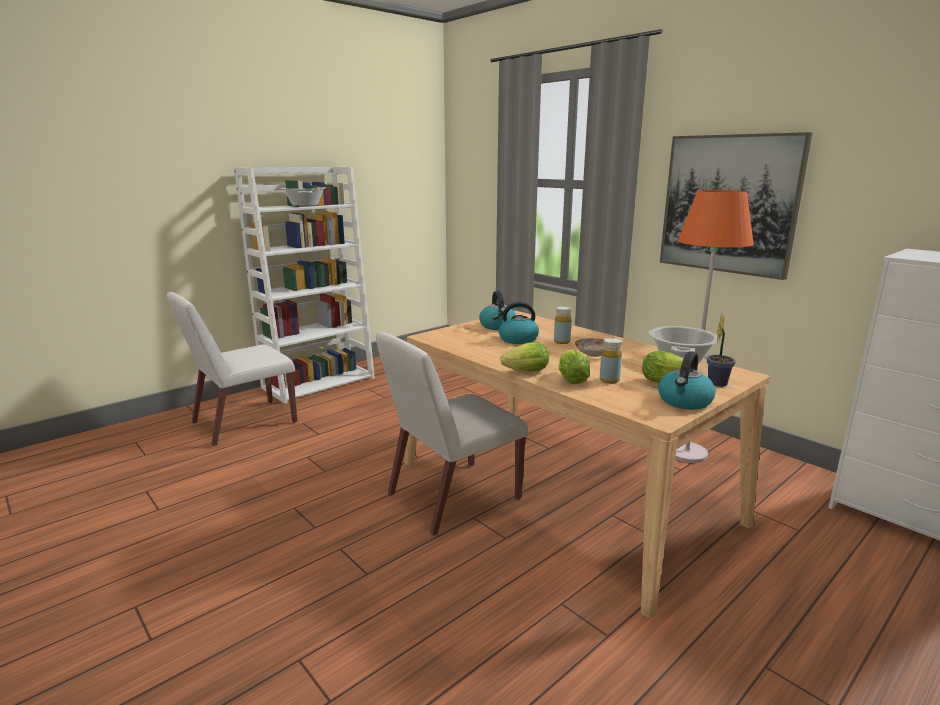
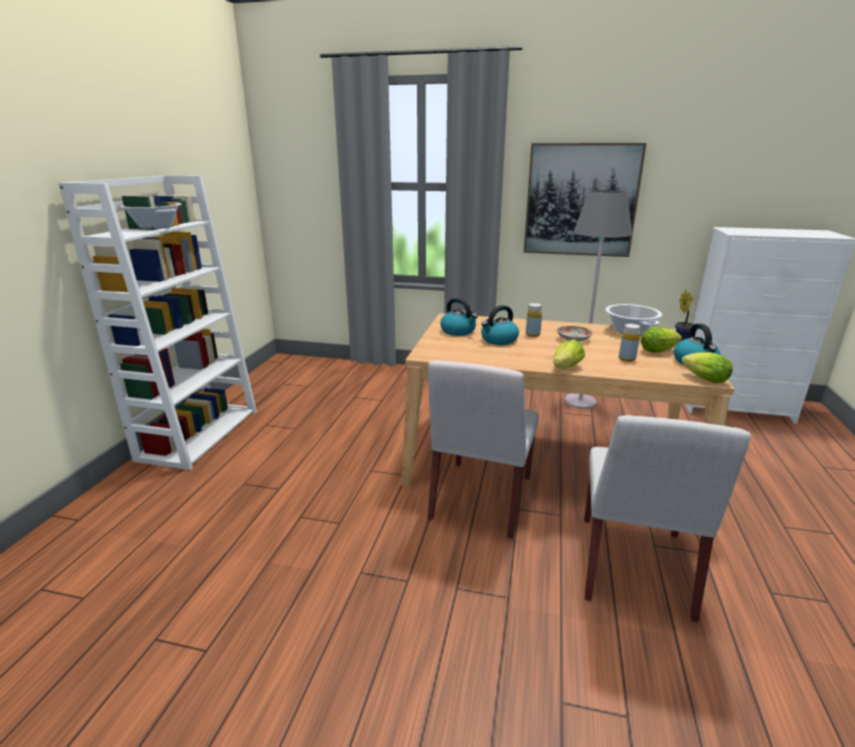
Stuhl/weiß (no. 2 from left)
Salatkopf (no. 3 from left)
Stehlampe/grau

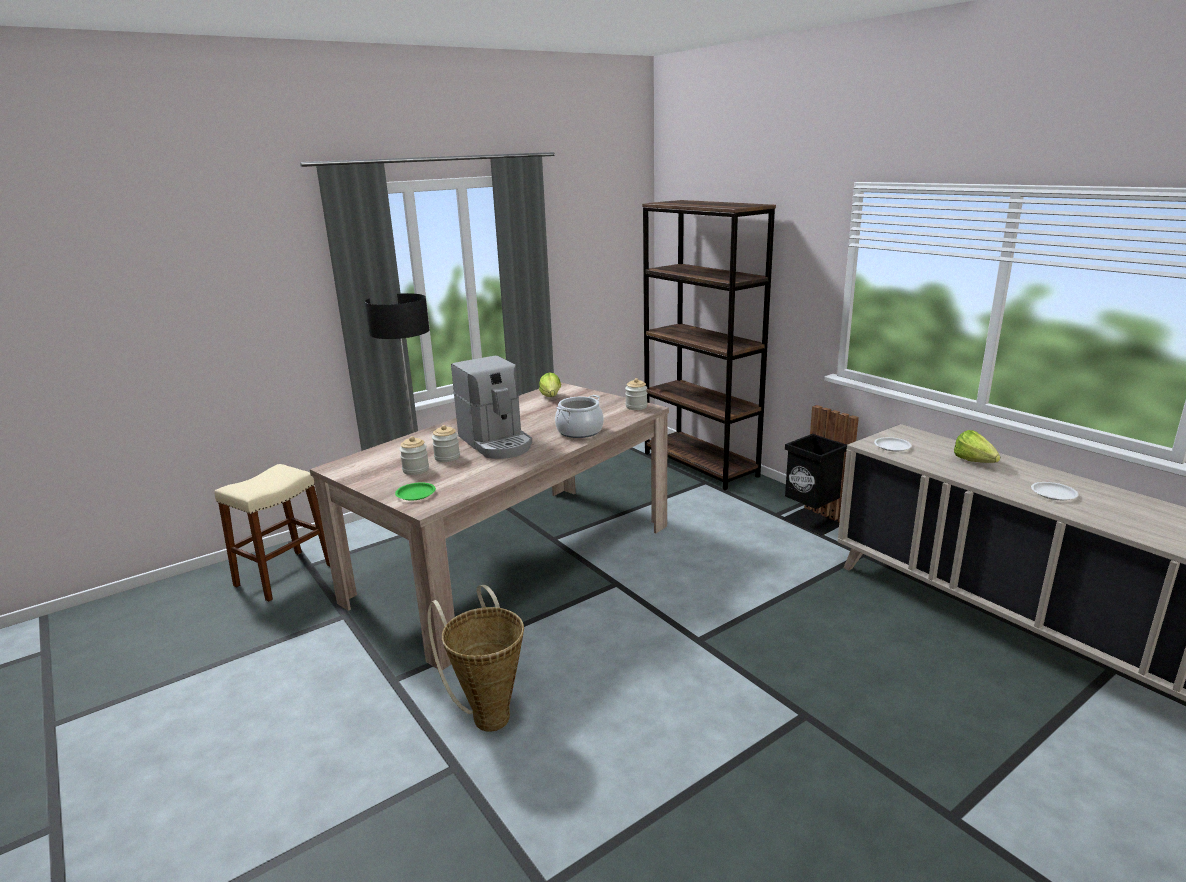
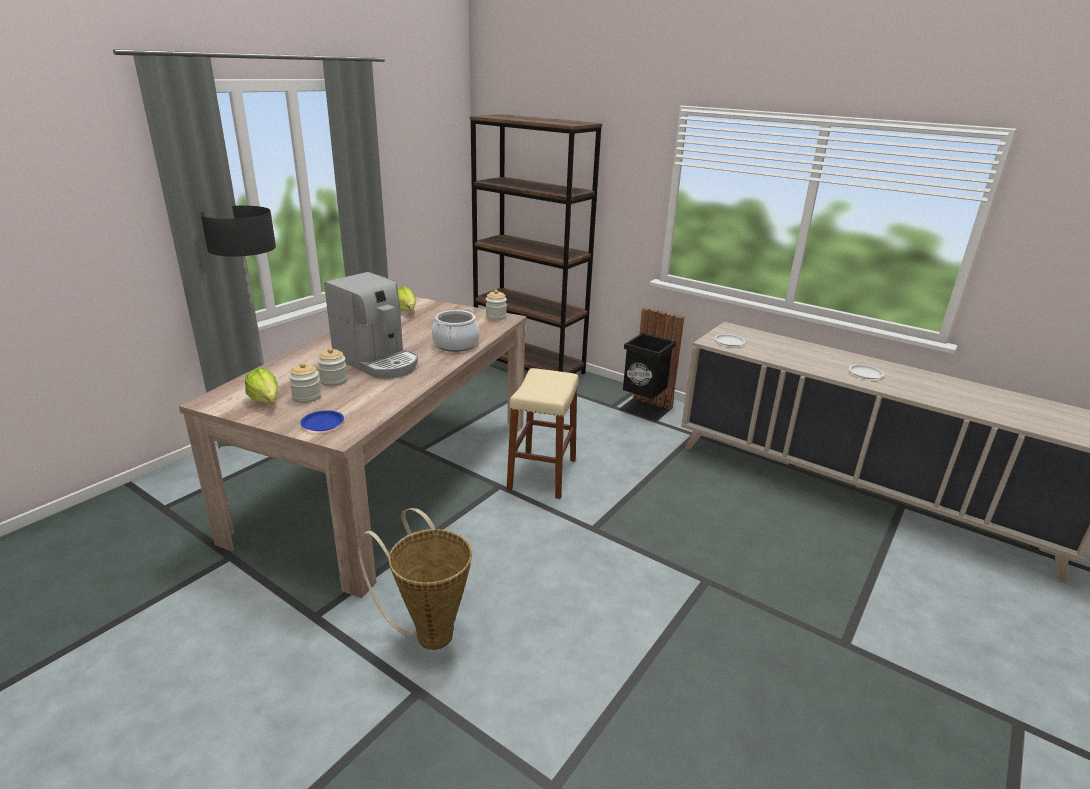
Hocker/beige
Salatkopf (no. 1 from left)
Teller/blau

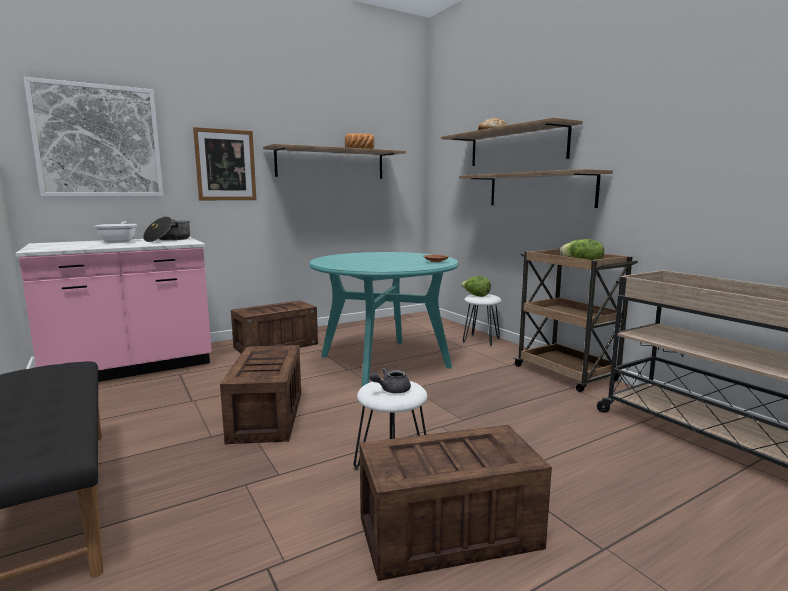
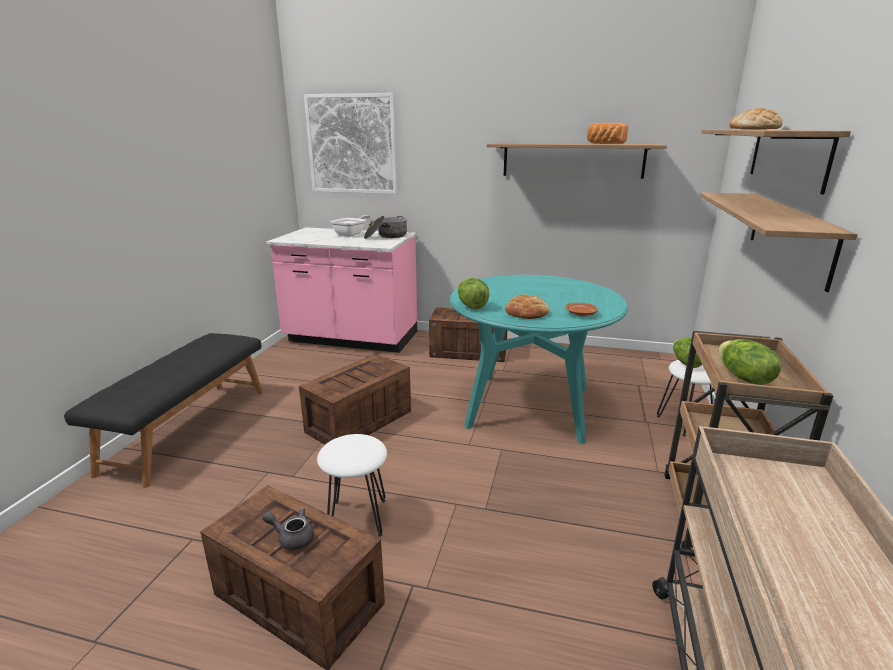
Bild (no. 2 from left in the first image)
Salatkopf (no. 1 from left)
Brot (no. 1 from left)
Teekanne/grau

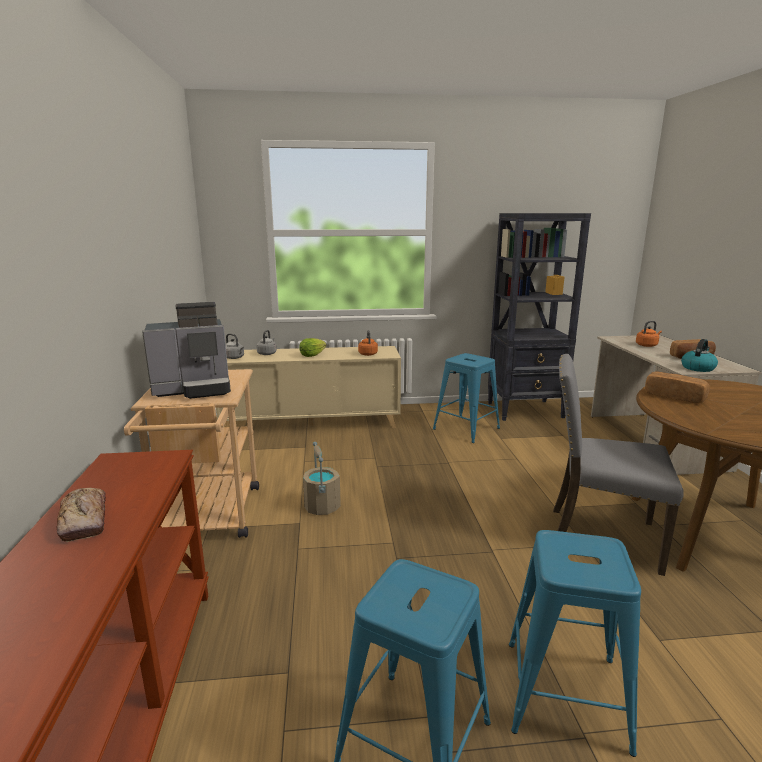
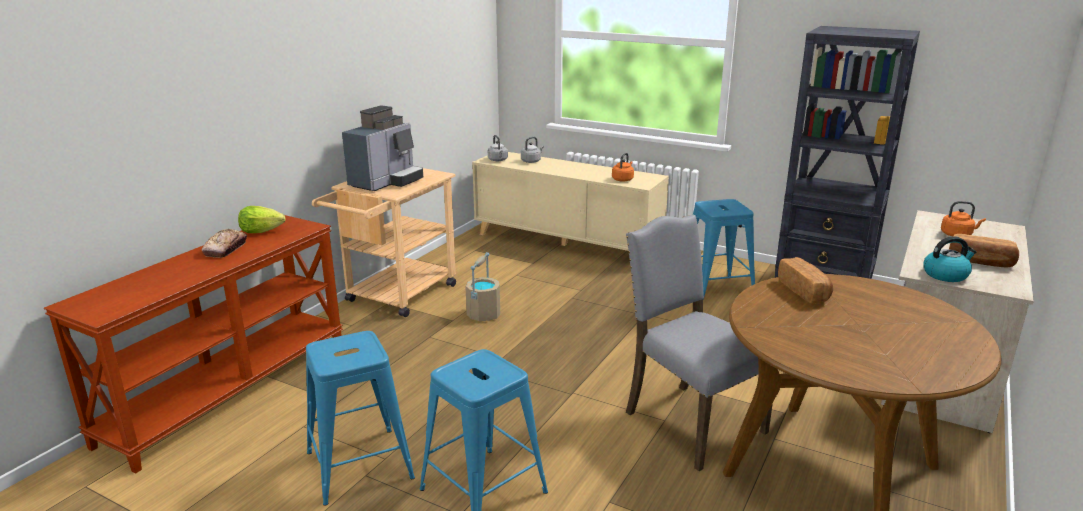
Salatkopf
Kaffeemaschine

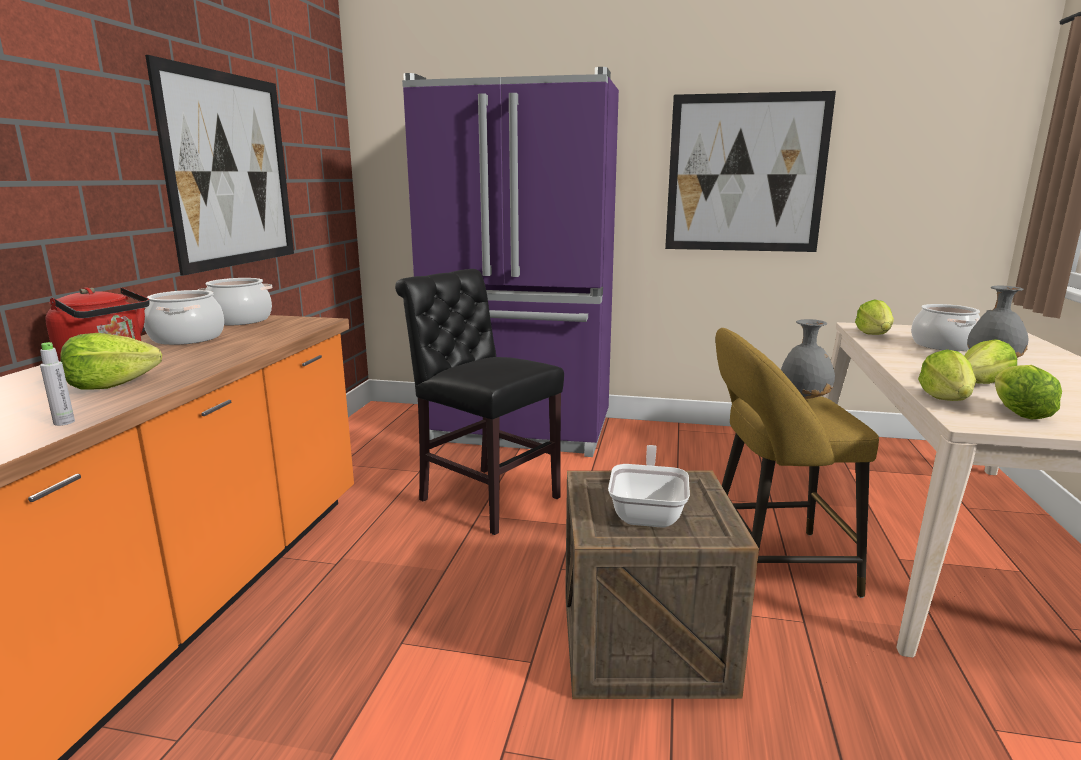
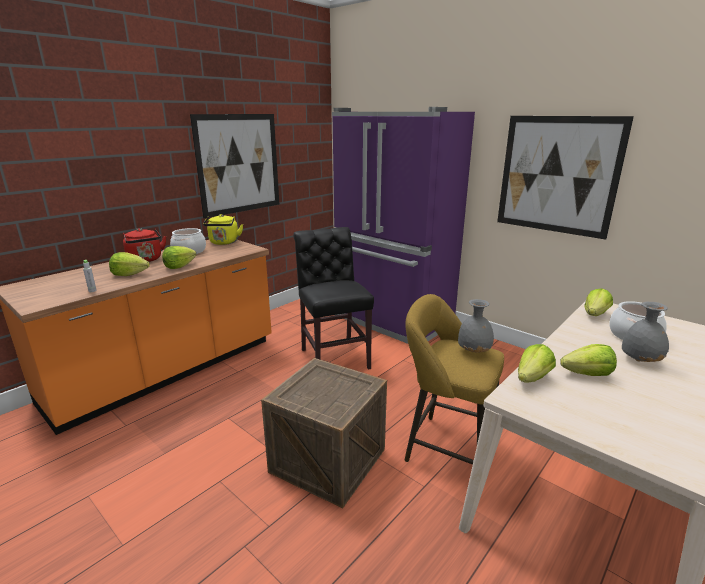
Pfanne
Salatkopf (no. 2 from left)
Wasserkessel/gelb

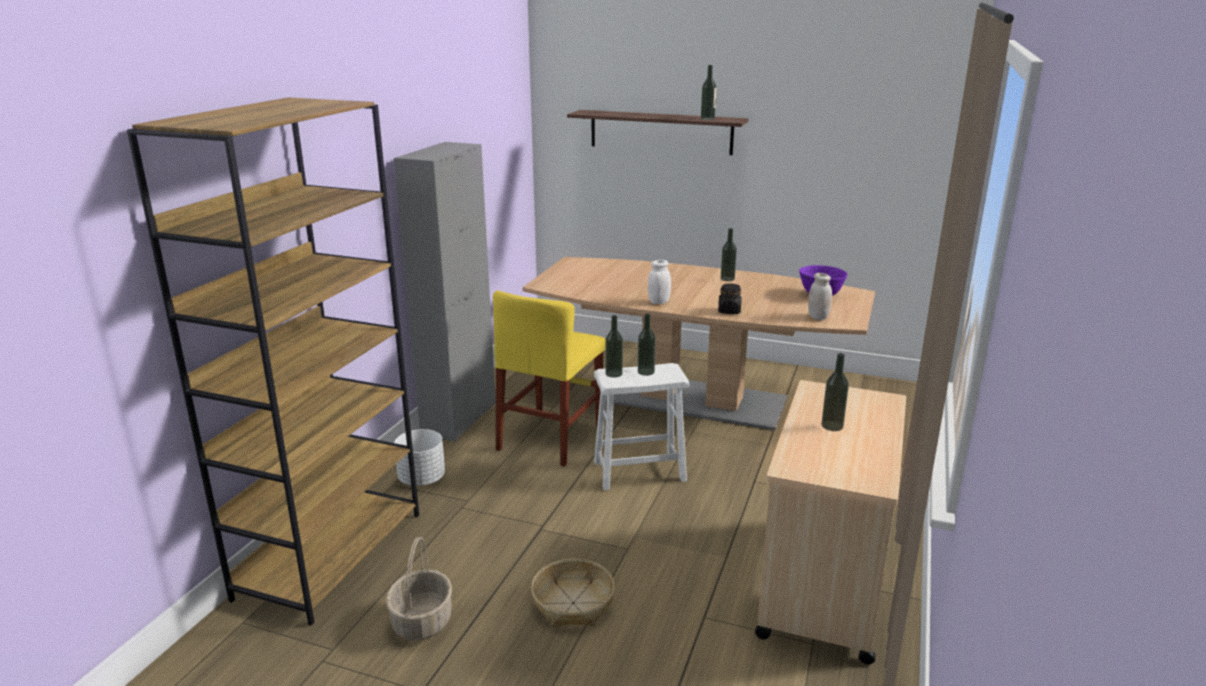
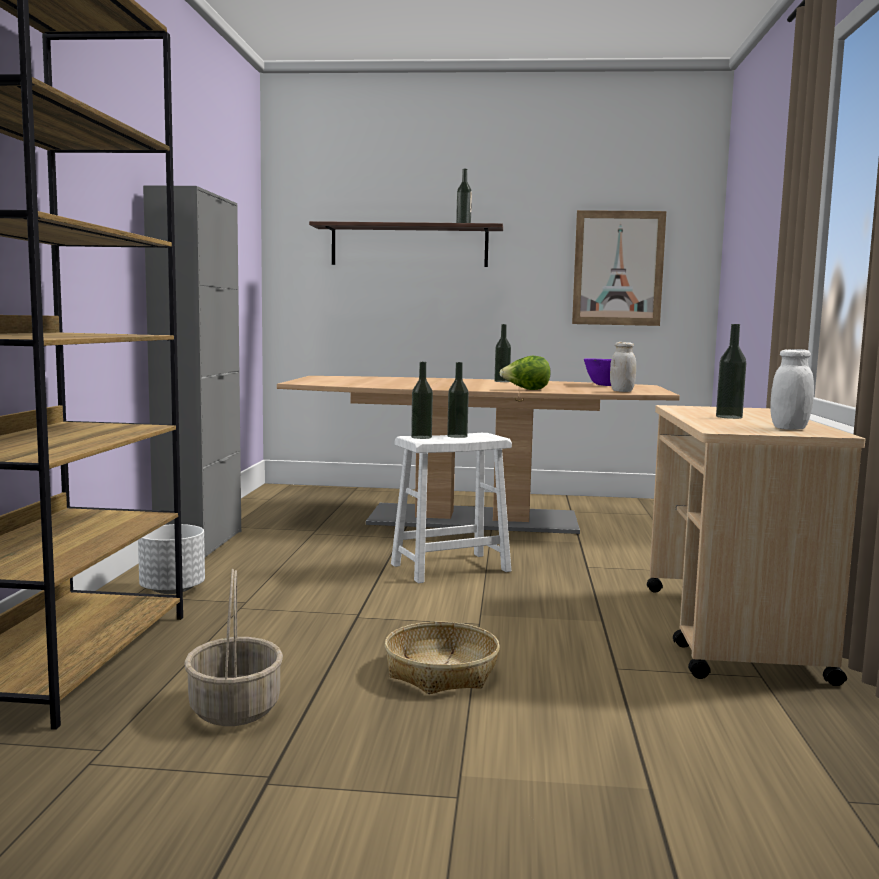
Stuhl/gelb
Bild
Vorratsglas/weiß (no. 2 from left)
Salatkopf

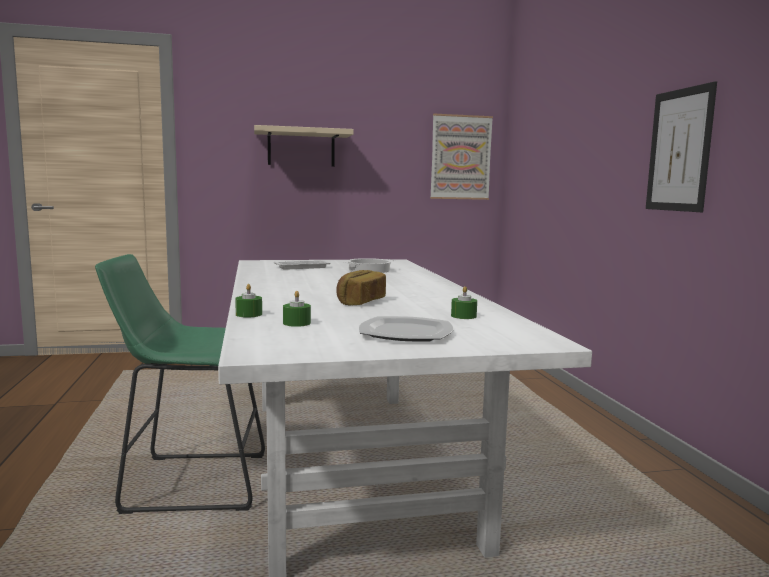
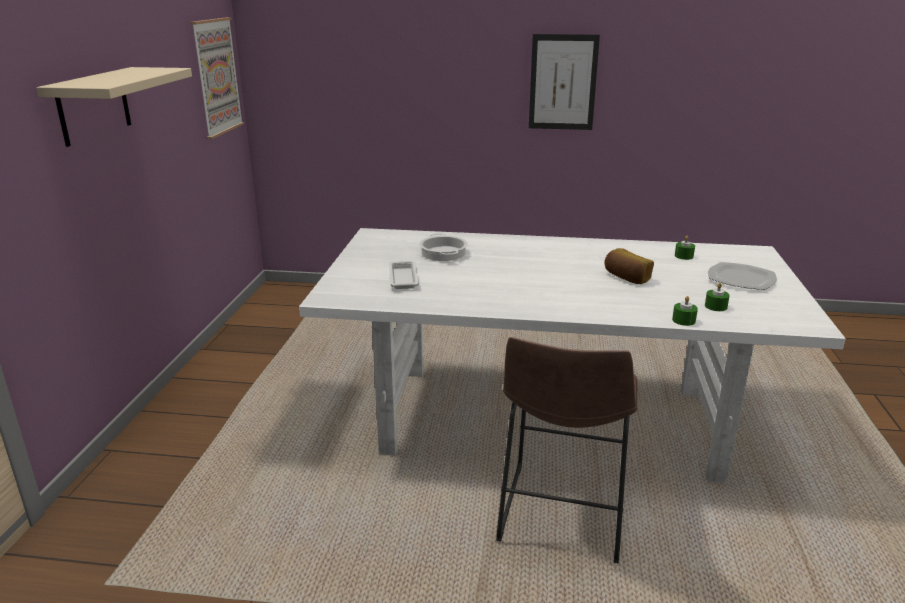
Hocker/braun

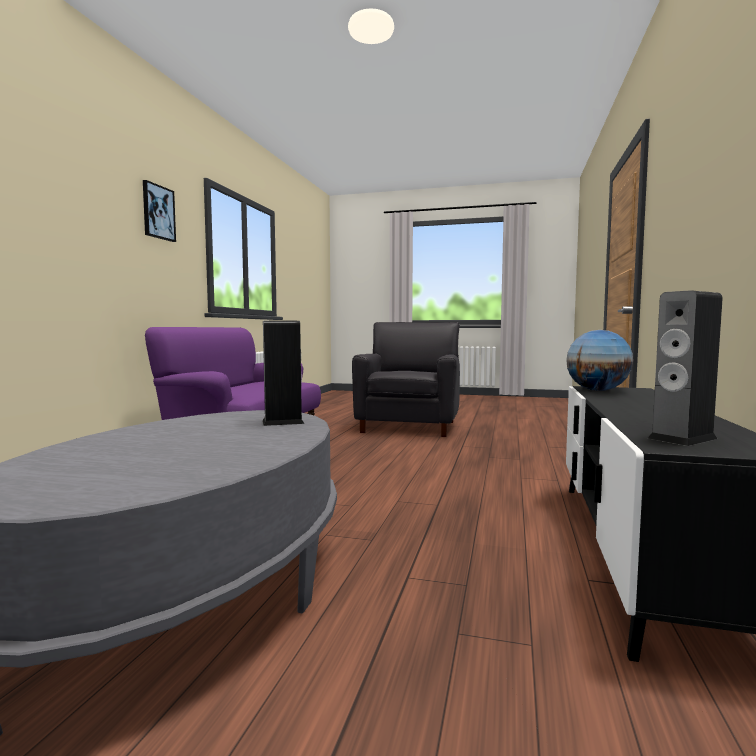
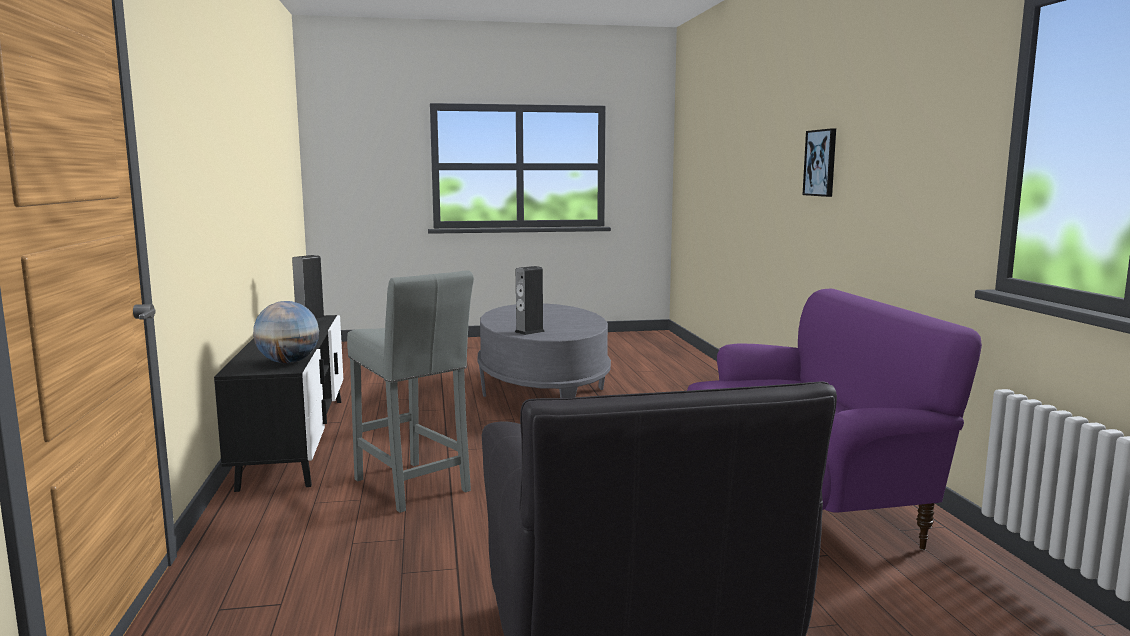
Hocker/grau
Bild

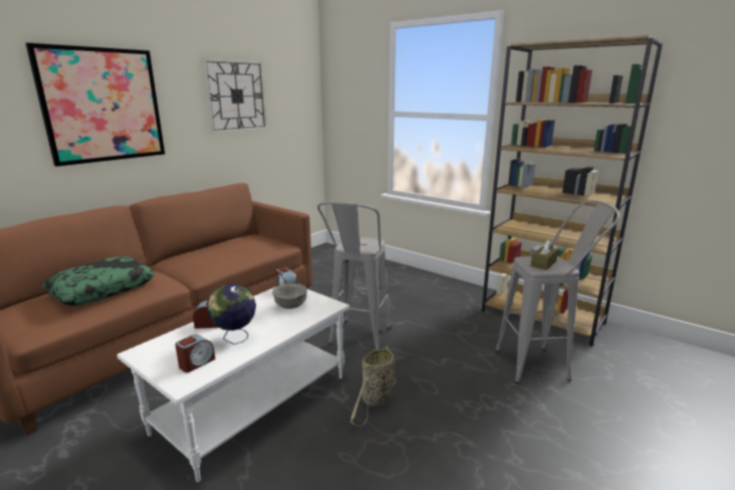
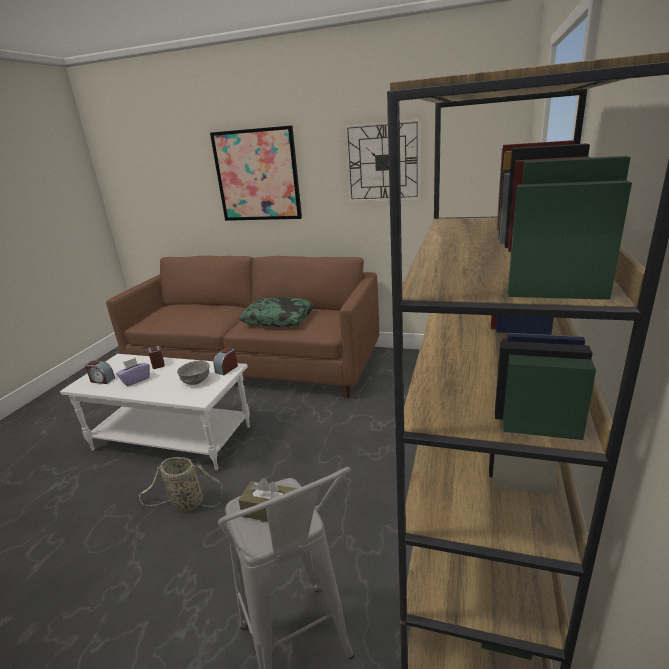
Hocker/grau (no. 1 from left in the first image)
Kissen
Taschentuchbox/lila

